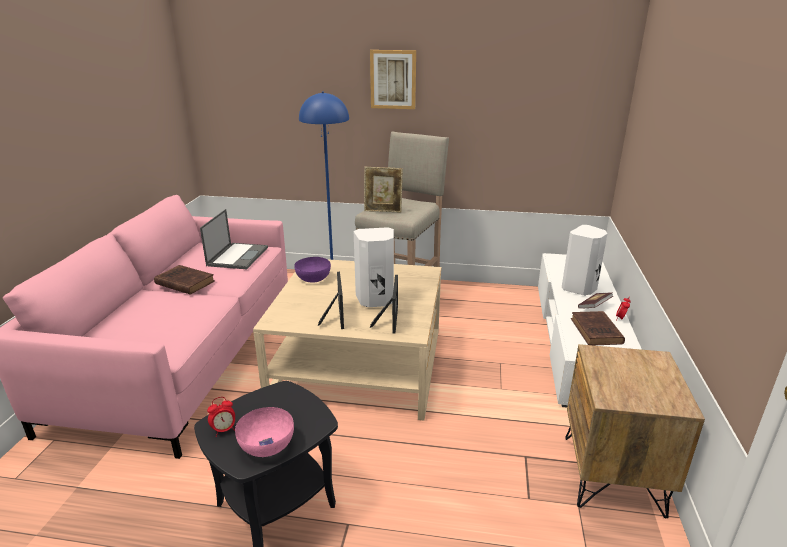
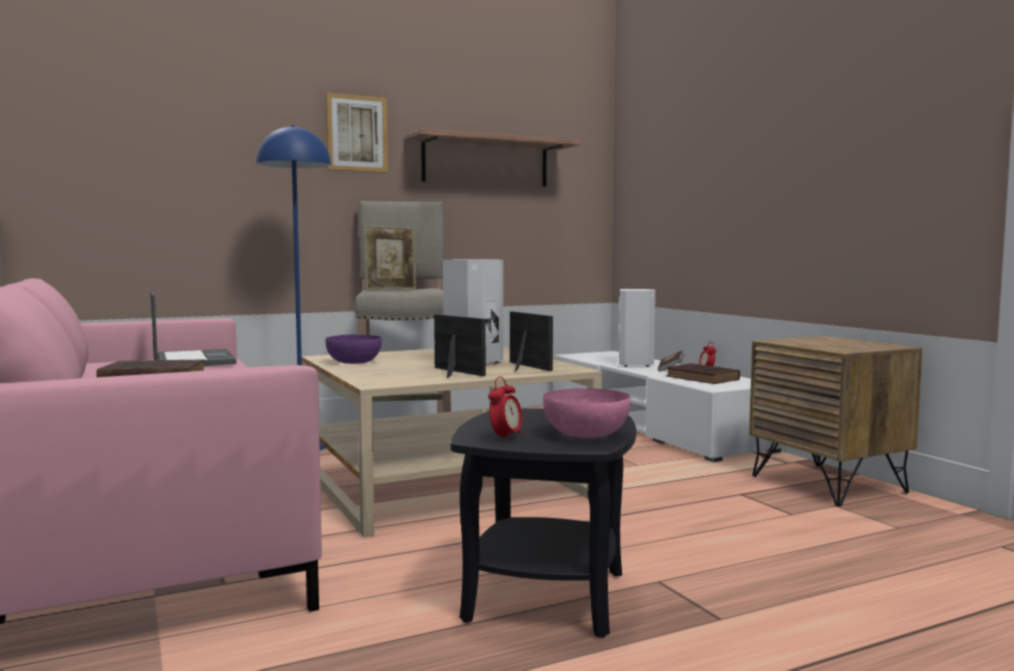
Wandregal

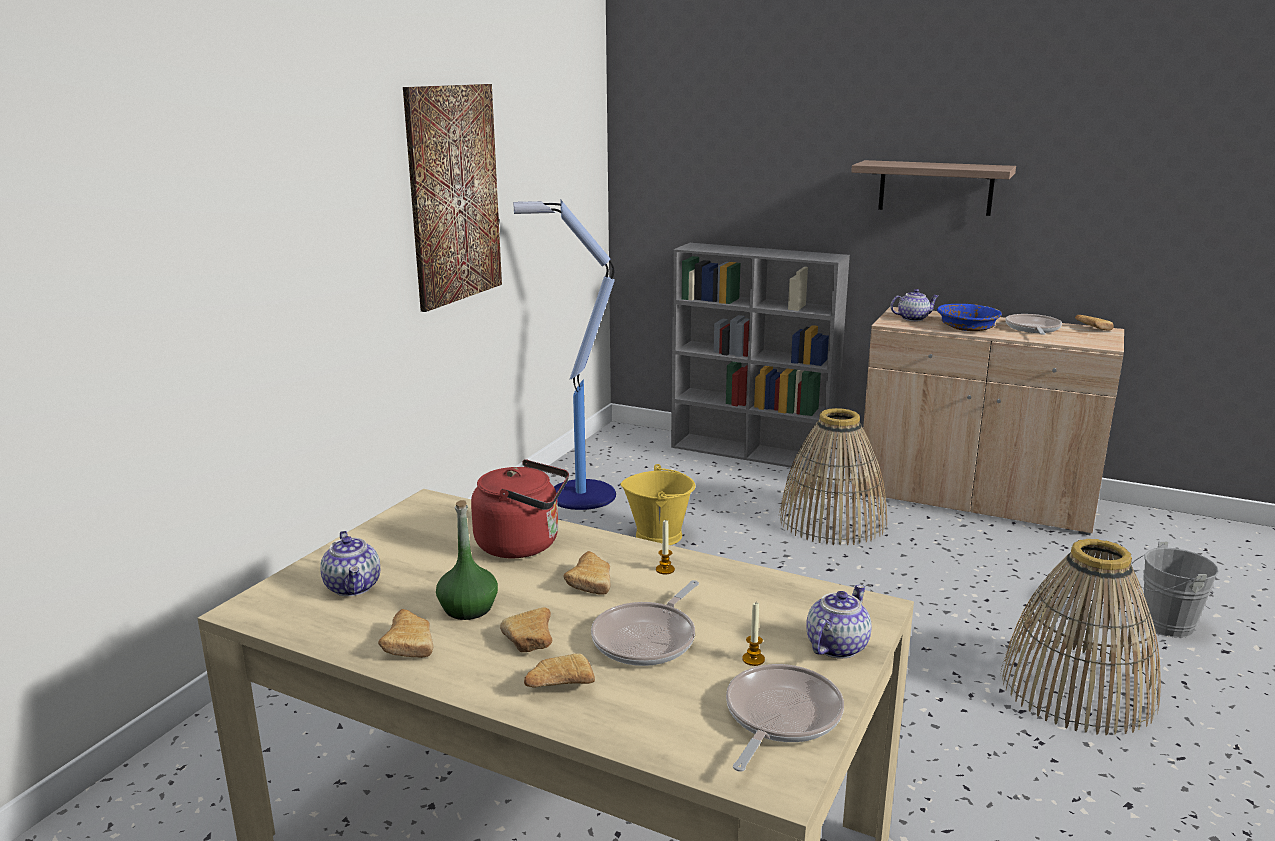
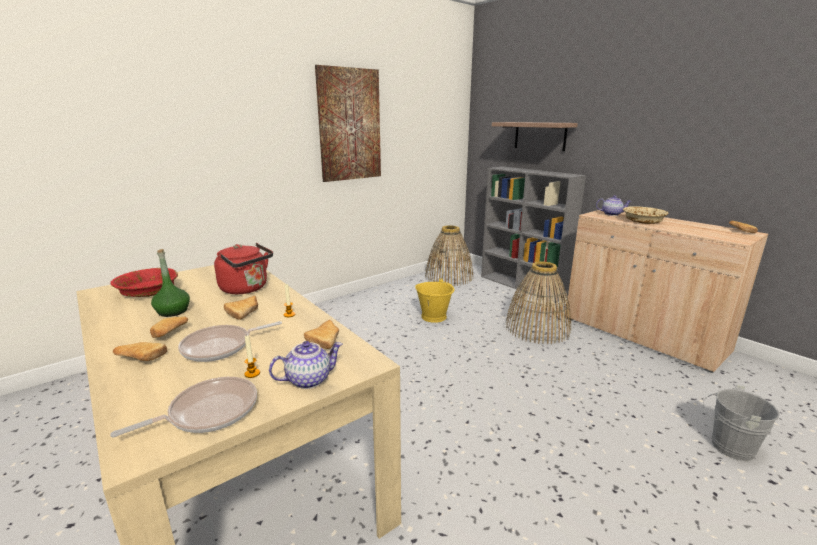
Stehlampe
Pfanne (no. 3 from left in the first image)
Brot (no. 4 from left)
Wandregal
Korb (no. 1 from left)
Schüssel/rot
Schüssel/beige

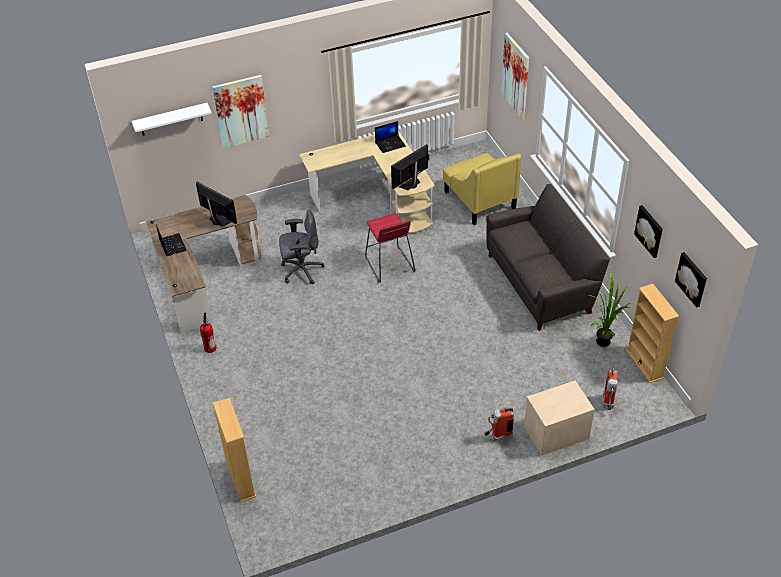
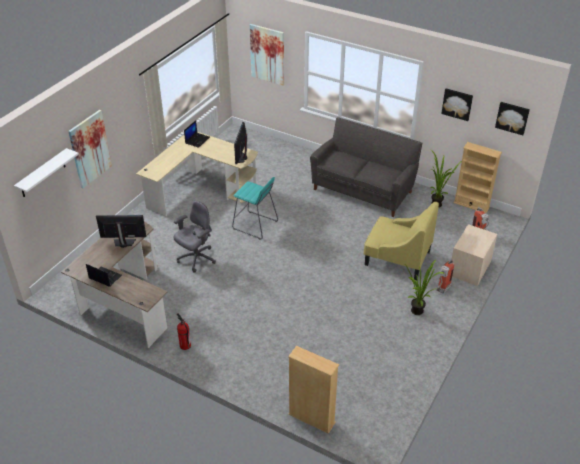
Topfpflanze (no. 1 from left)
Sessel/gelb
Hocker/türkis

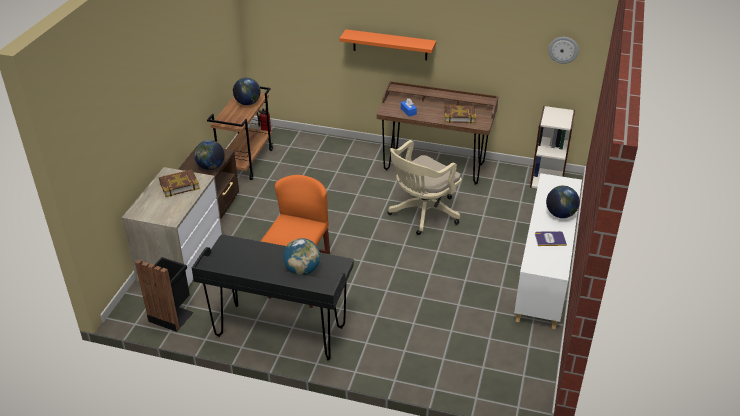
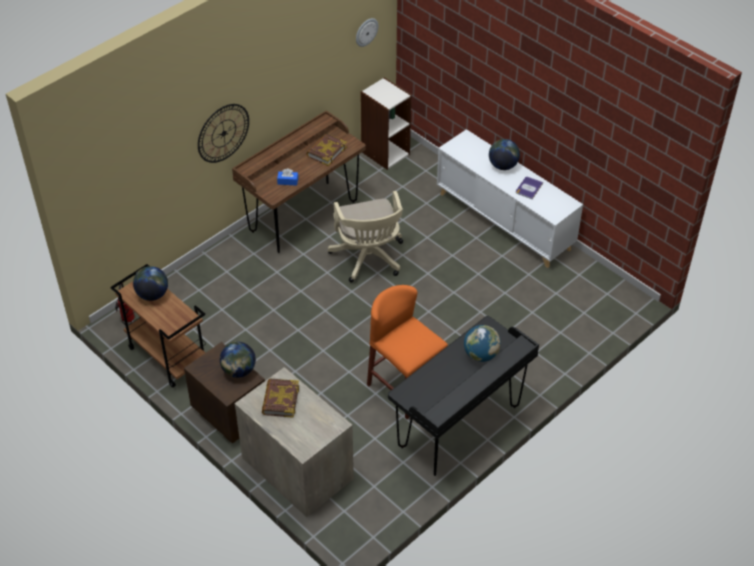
Mülleimer/schwarz
Wanduhr (no. 1 from left)

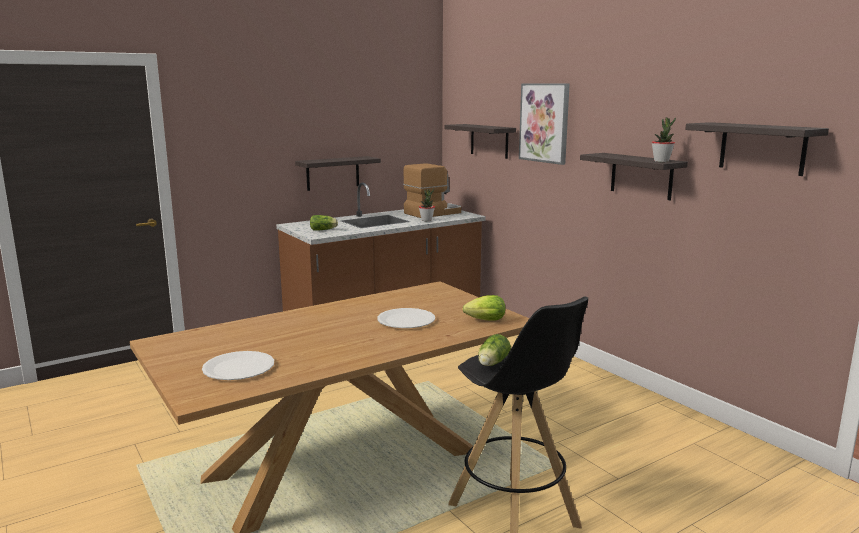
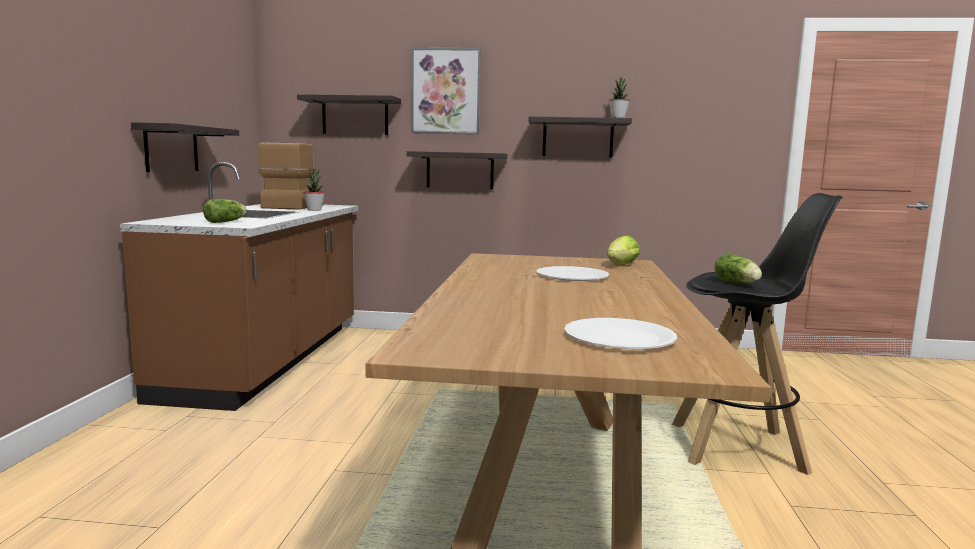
Wandregal (no. 3 from left)

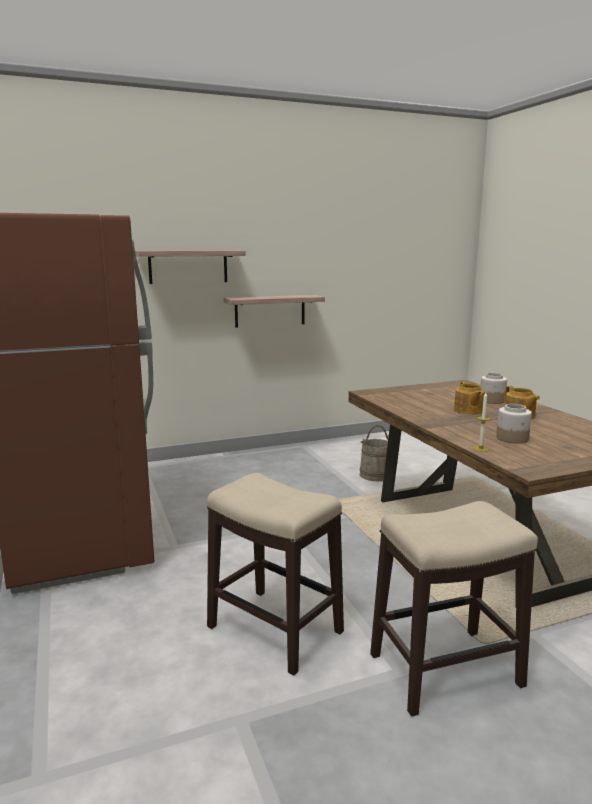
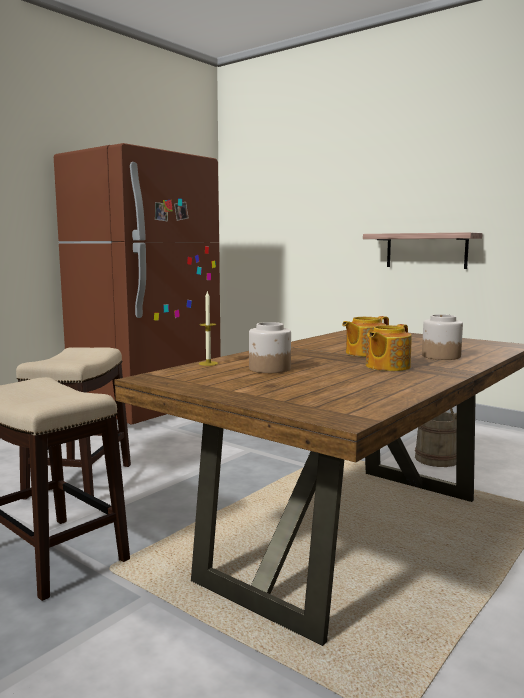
Wandregal (no. 1 from left in the first image)

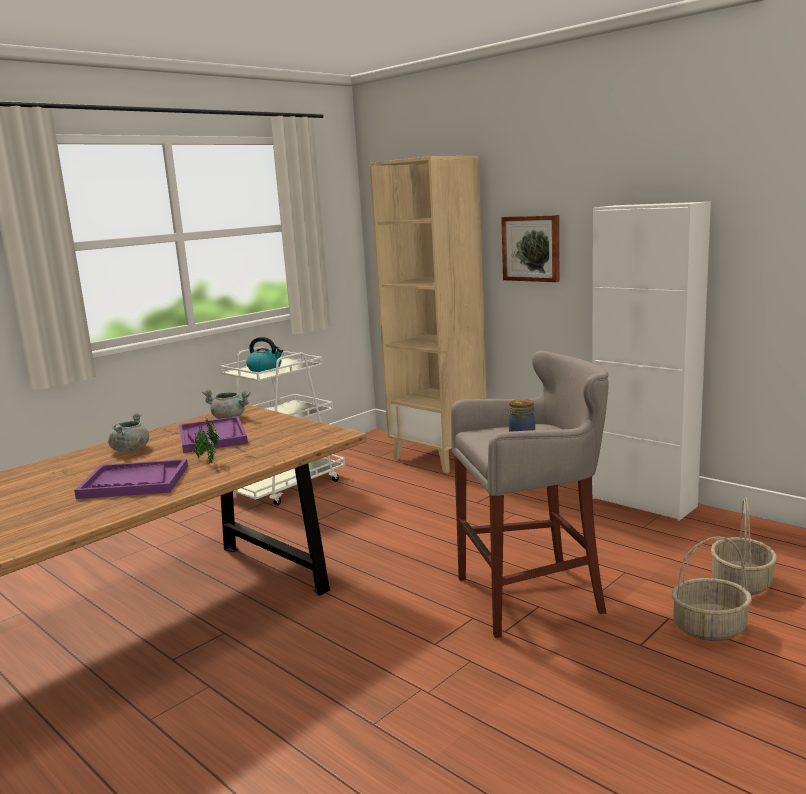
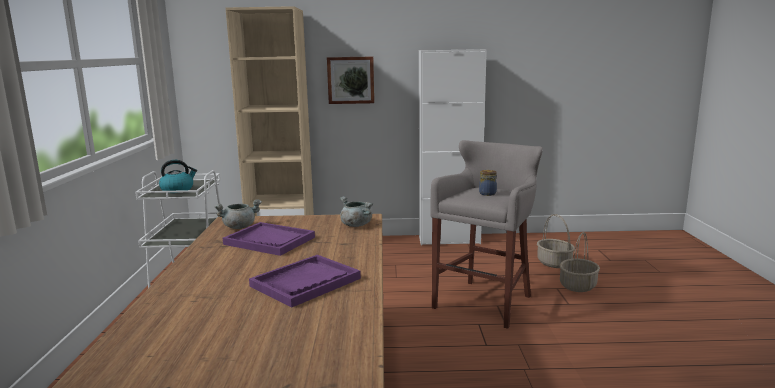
Topfpflanze
Kochtopf/grau (no. 2 from left)

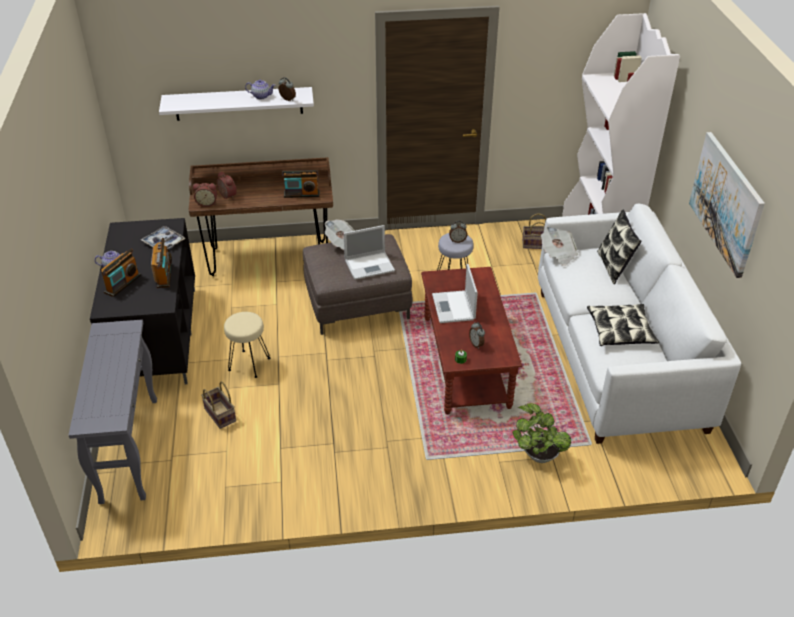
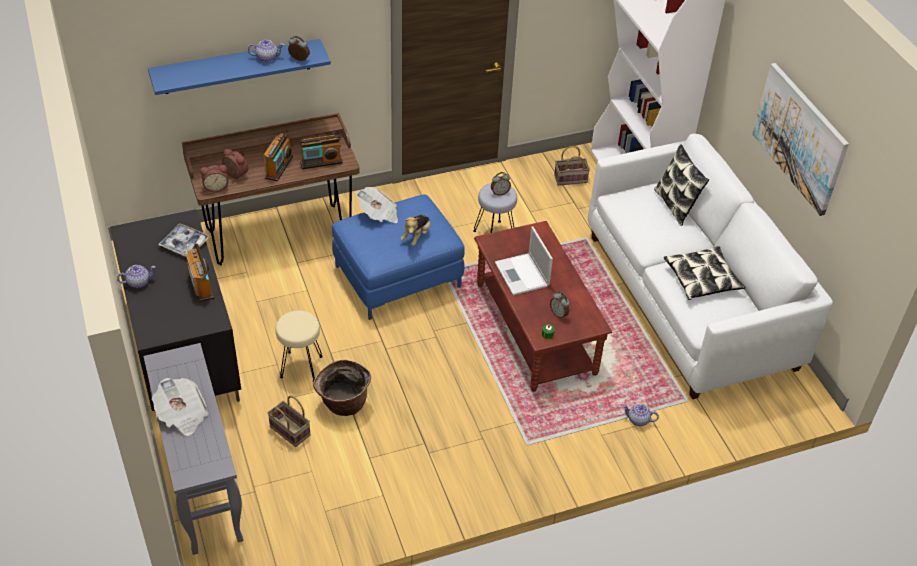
Korb (no. 2 from left)
Radio (no. 2 from left)
Zeitung (no. 1 from left)
Plüschtier
Teekanne (no. 3 from left)
Wandregal/blau
Polsterhocker/blau

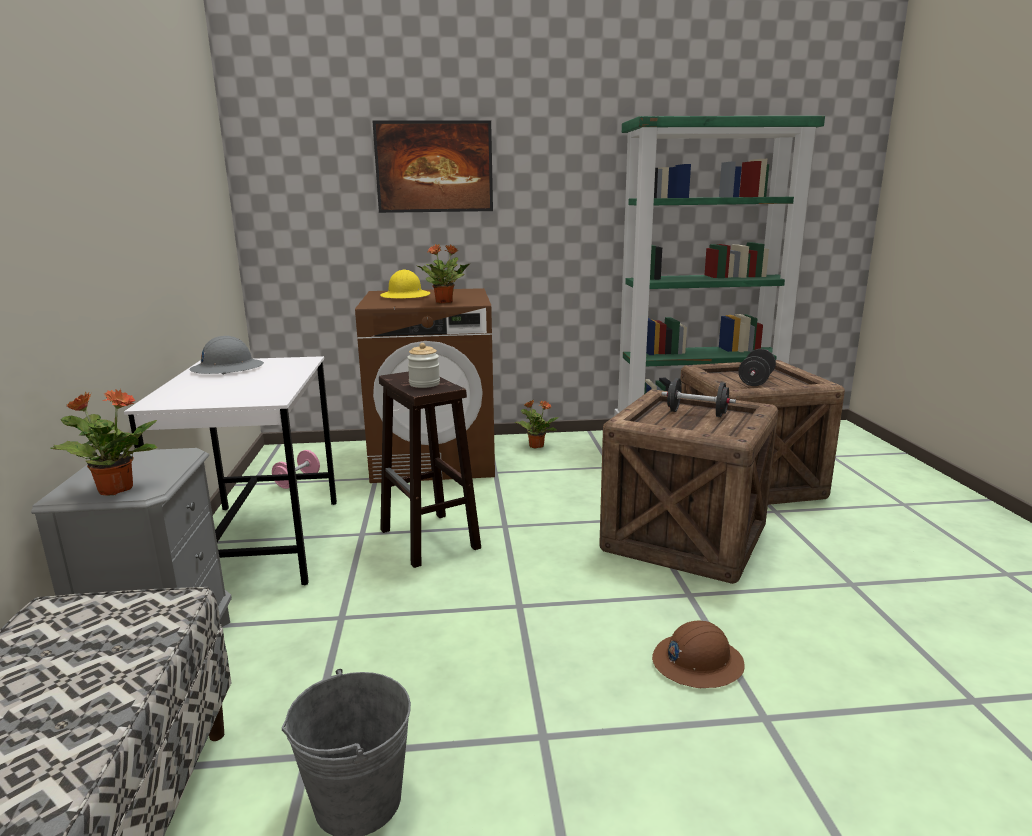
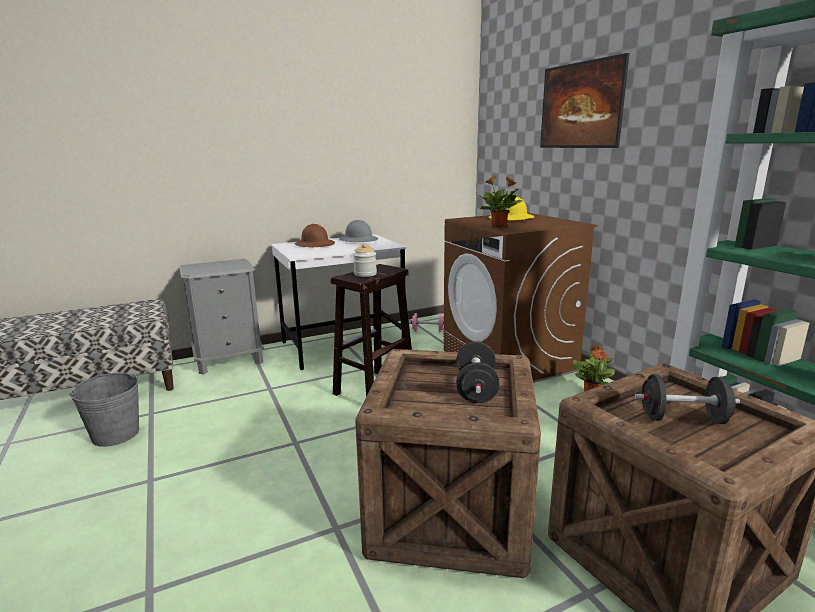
Topfpflanze (no. 1 from left in the first image)
Schutzhelm/braun

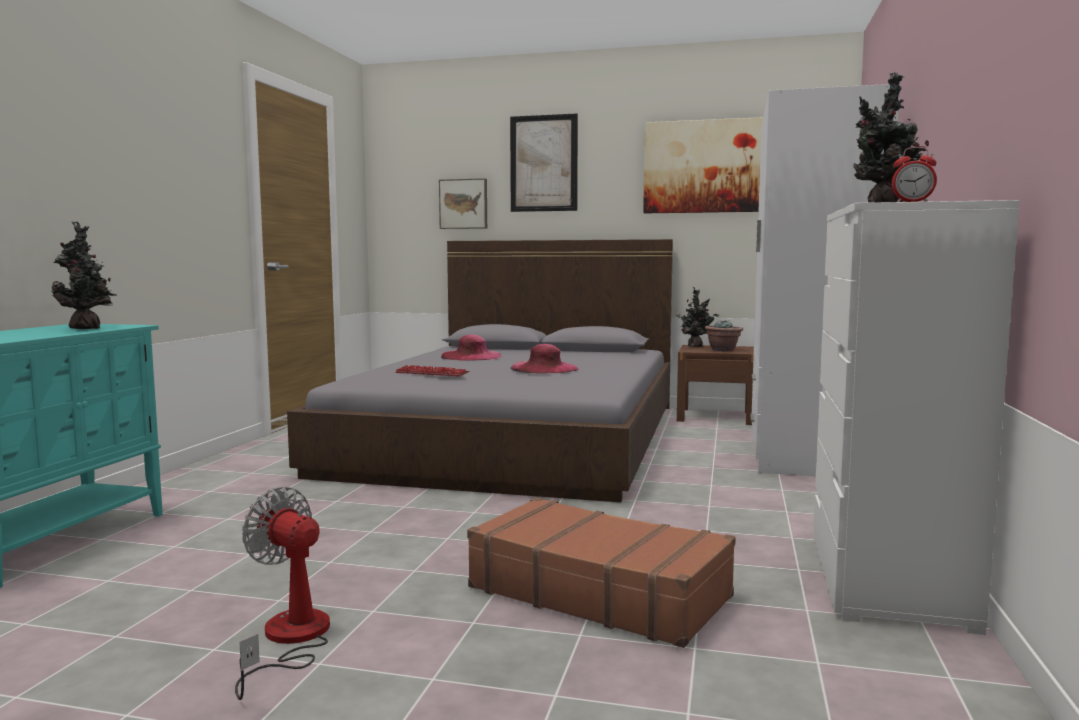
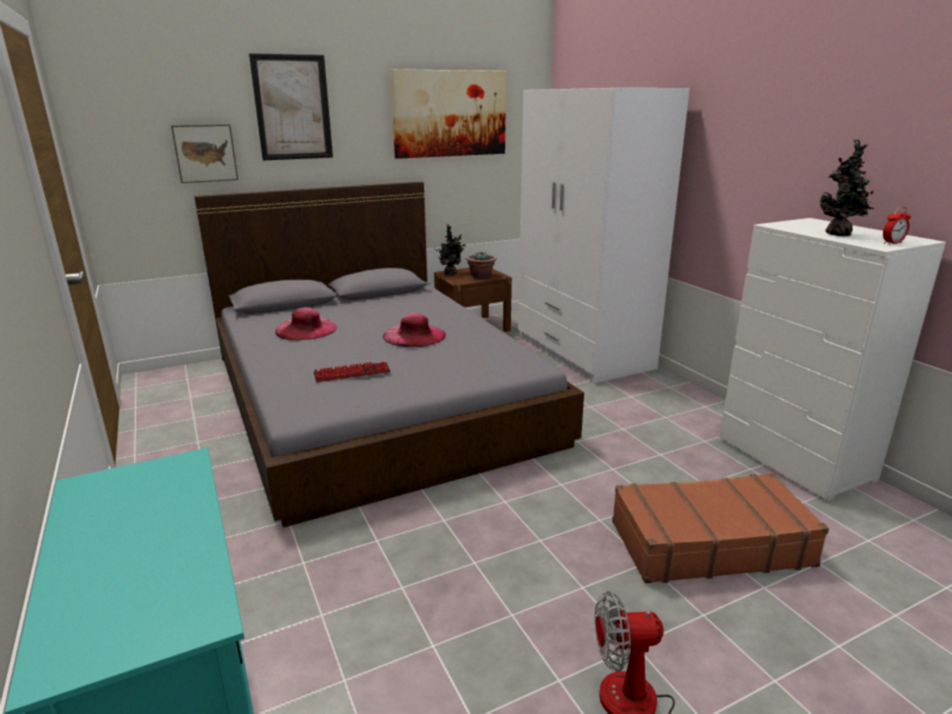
Topfpflanze (no. 1 from left in the first image)

